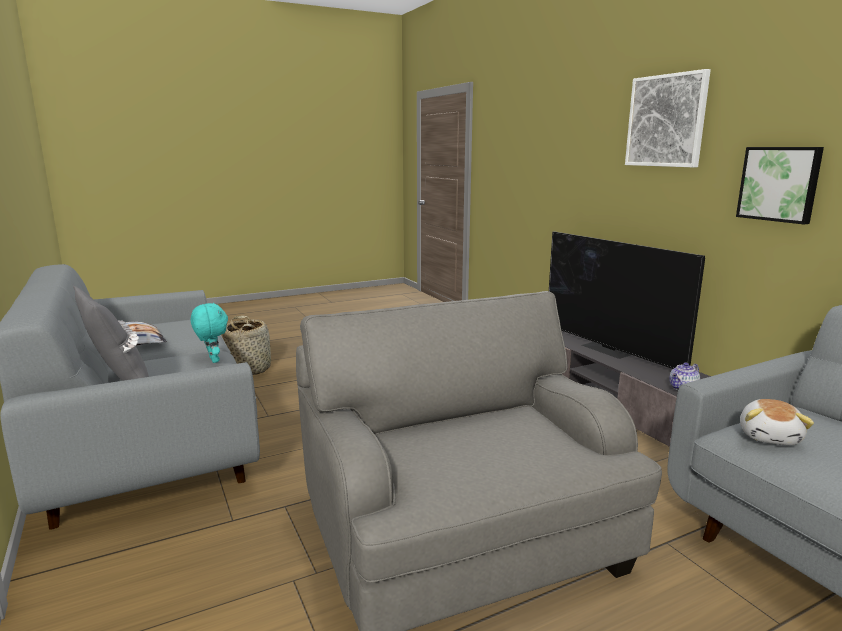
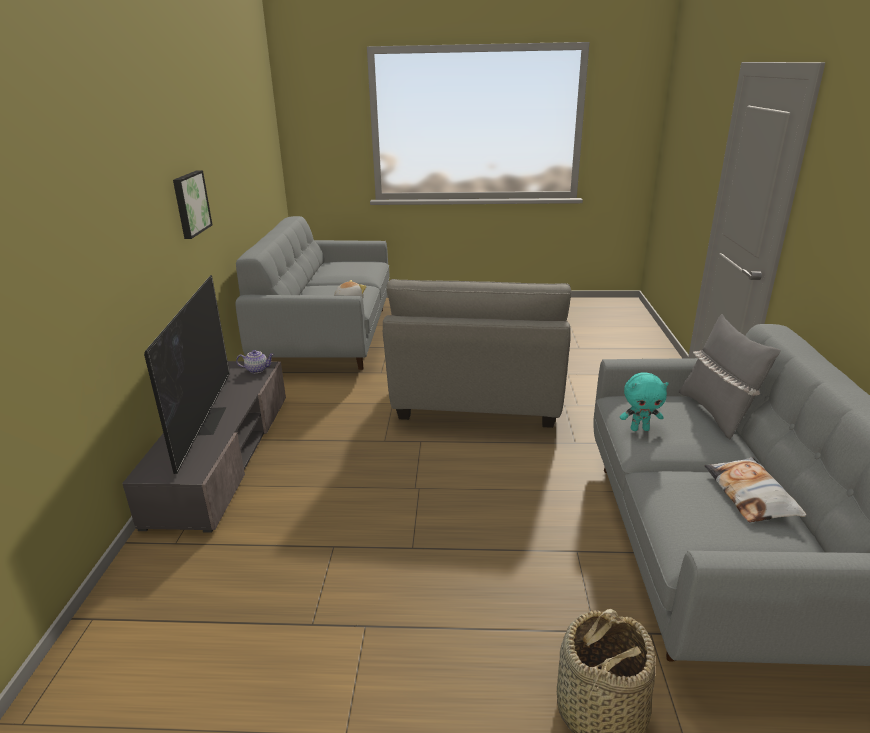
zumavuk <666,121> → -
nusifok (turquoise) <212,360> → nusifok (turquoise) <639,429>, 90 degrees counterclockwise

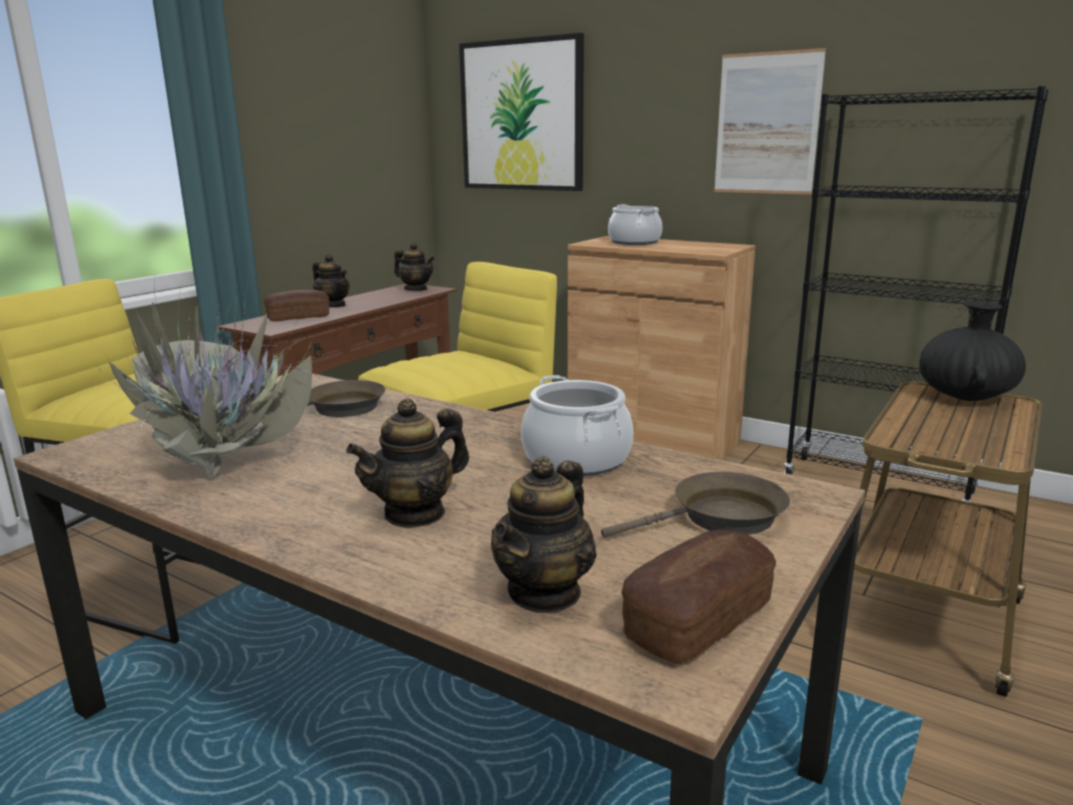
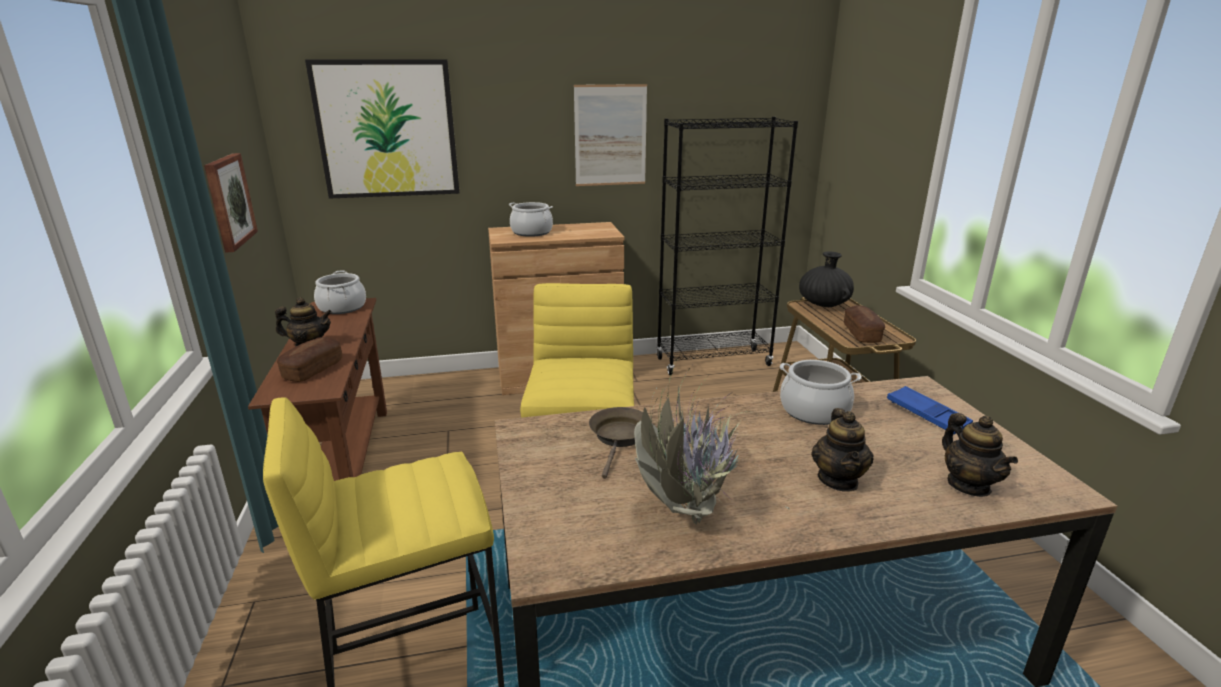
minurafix <416,289> → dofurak <342,307>
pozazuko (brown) <720,518> → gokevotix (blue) <927,415>
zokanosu <698,620> → zokanosu <861,333>, shifted
- → zumavuk <228,201>

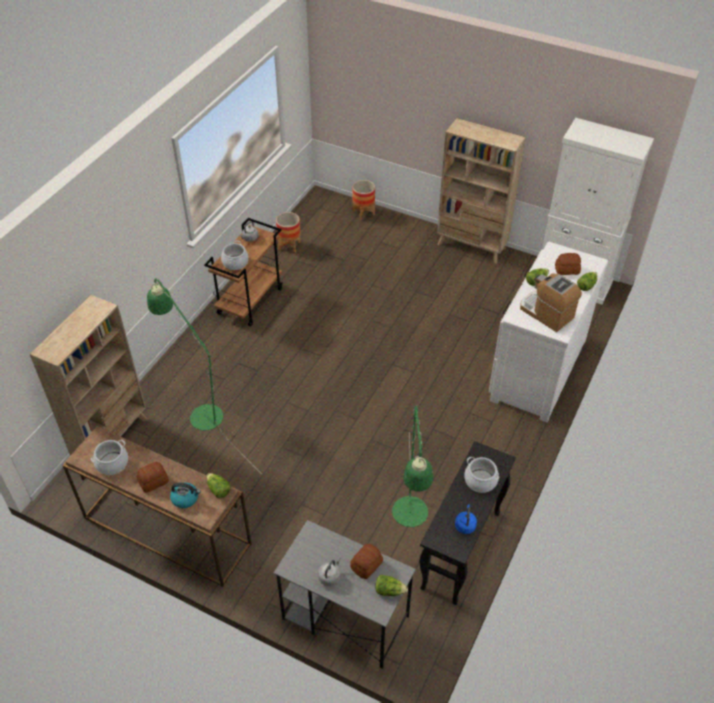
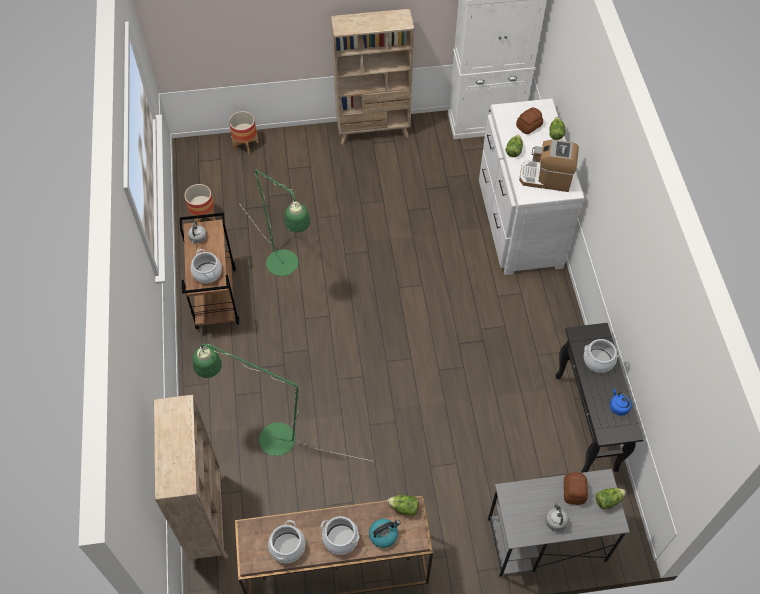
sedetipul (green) <410,520> → sedetipul (green) <287,268>, shifted
zokanosu <153,481> → dofurak <340,539>

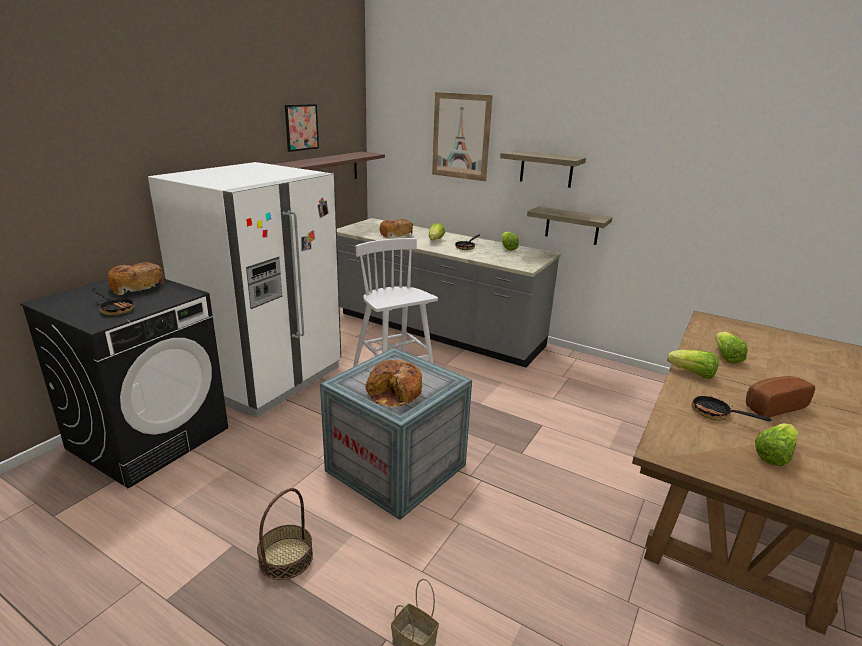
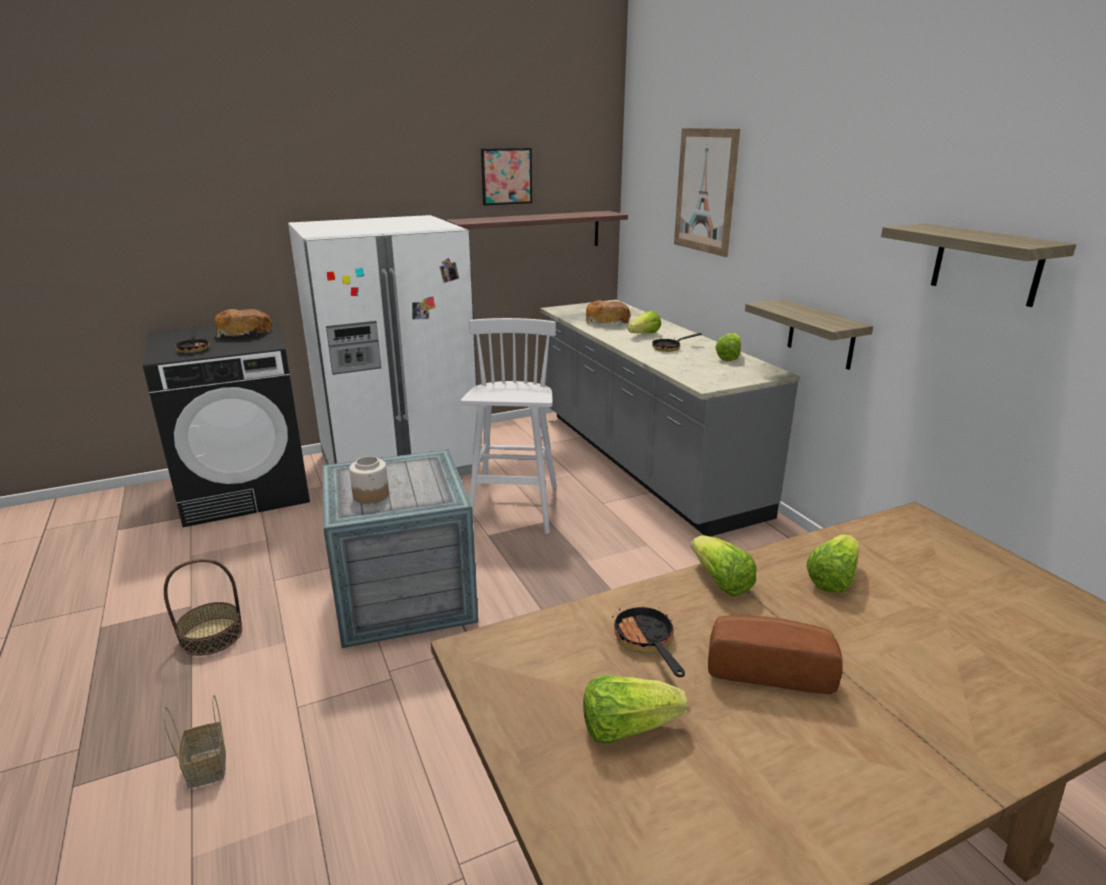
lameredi <546,169> → lameredi <986,264>, shifted
zokanosu <395,393> → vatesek <371,495>

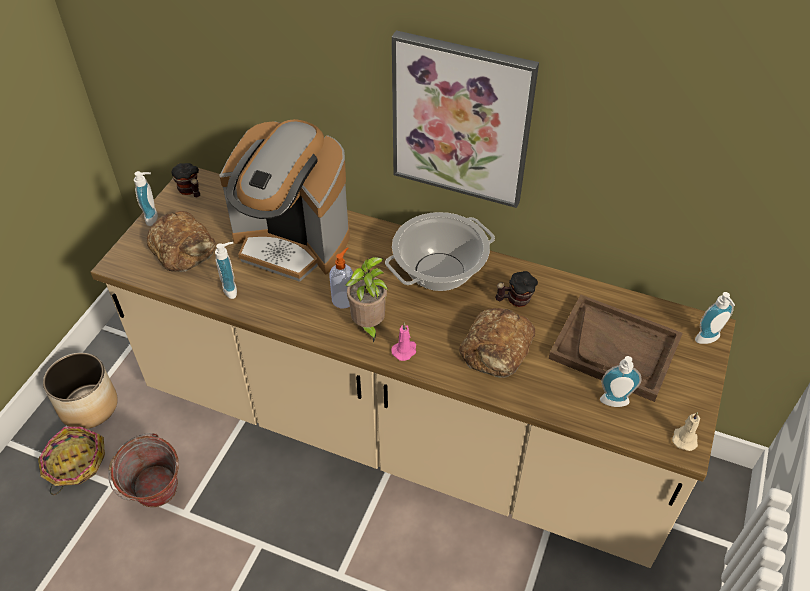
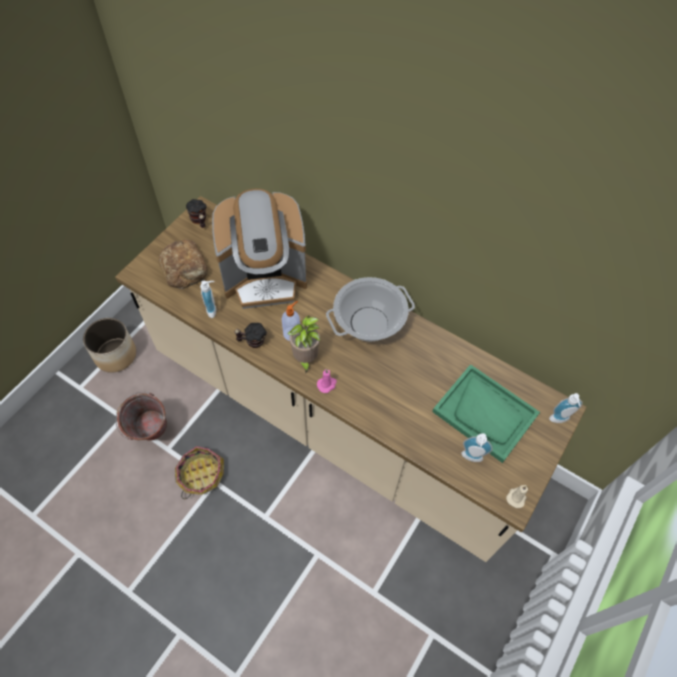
zumavuk <461,120> → -
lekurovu <292,242> → lekurovu <265,278>, 45 degrees counterclockwise
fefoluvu <154,217> → -
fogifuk <514,300> → fogifuk <252,341>, shifted
gokevotix (brown) <615,349> → gokevotix (green) <485,413>
zokanosu <497,348> → -
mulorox <75,464> → mulorox <200,475>, shifted

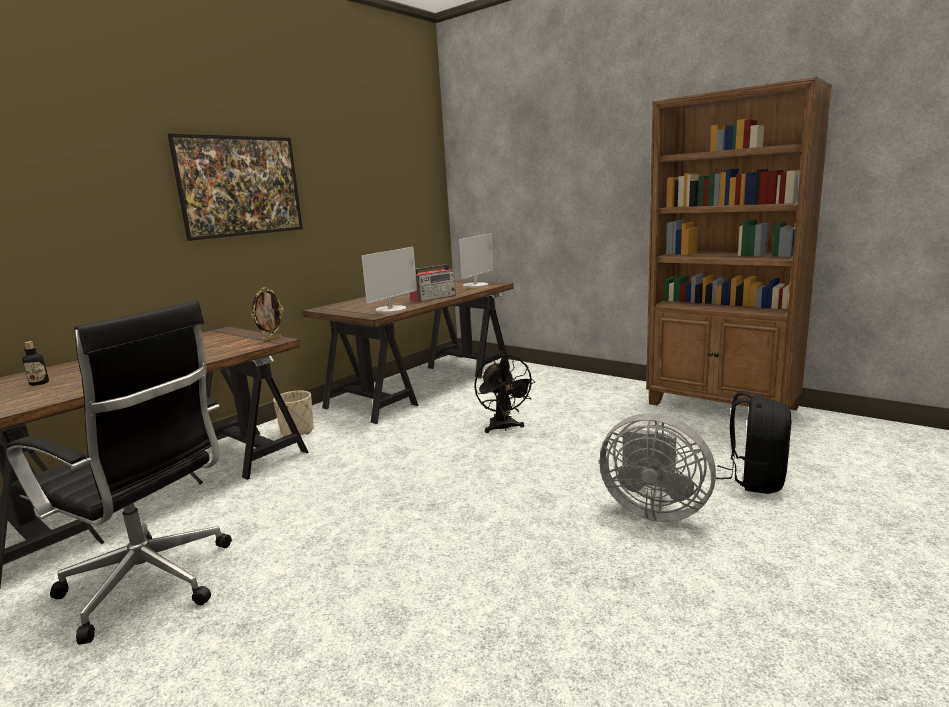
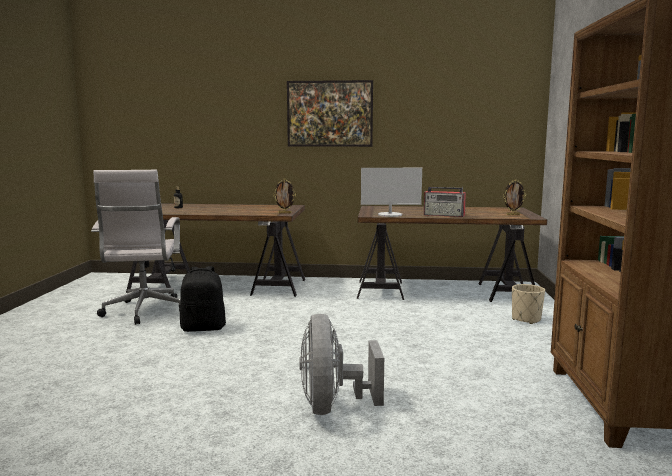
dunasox <476,285> → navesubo <513,215>
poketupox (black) <153,585> → poketupox (white) <144,312>
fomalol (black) <503,428> → -
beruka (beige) <297,431> → beruka (beige) <526,319>, shifted
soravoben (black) <754,480> → soravoben (black) <203,328>, shifted

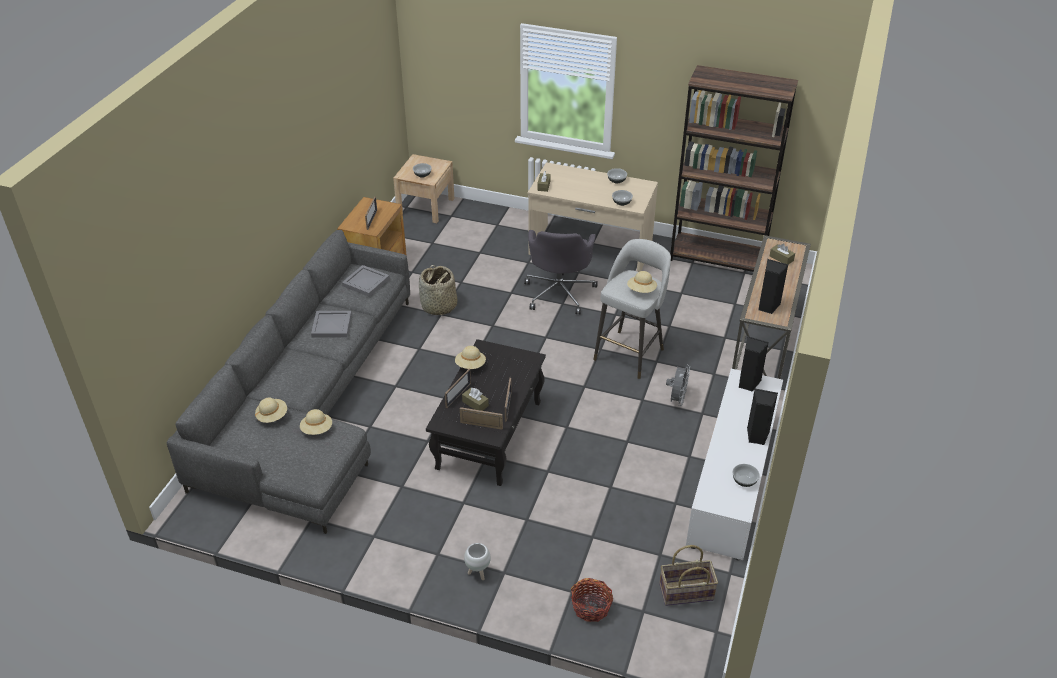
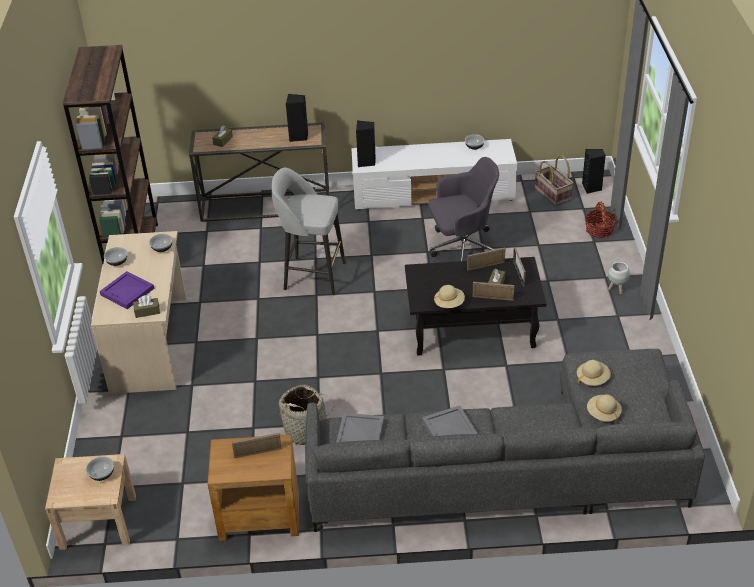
poketupox (grey) <559,292> → poketupox (grey) <462,249>, shifted
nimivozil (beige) <641,290> → -
fomalol (grey) <676,399> → -
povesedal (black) <757,436> → povesedal (black) <592,188>, shifted
- → gokevotix (purple) <127,292>

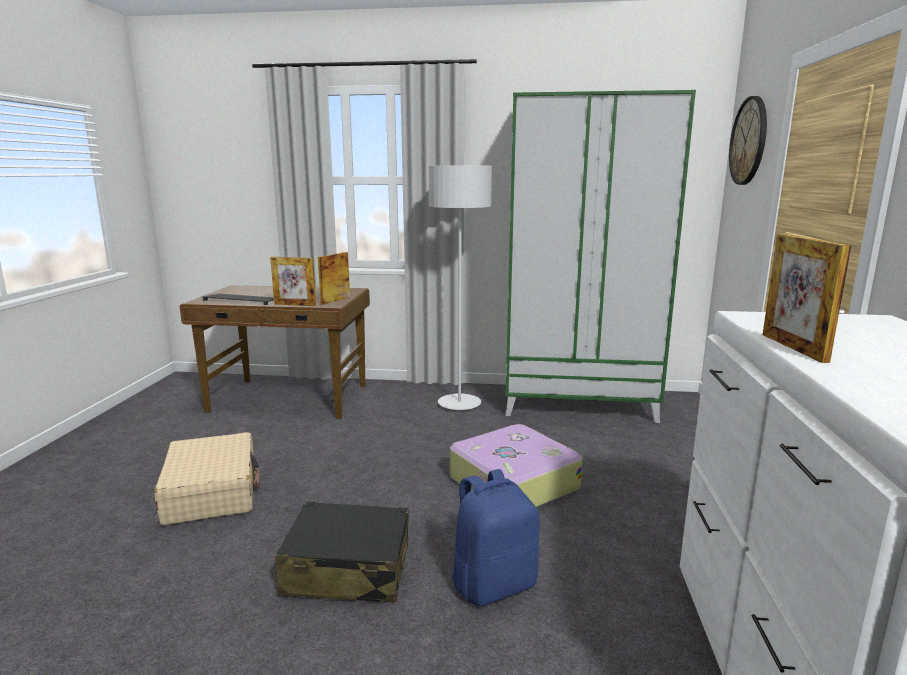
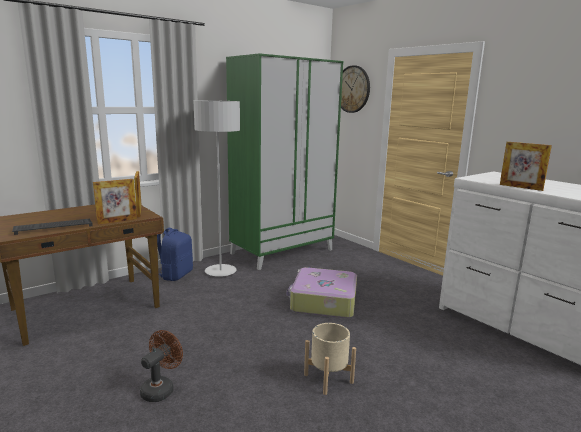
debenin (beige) <212,492> → fomalol (brown) <161,388>
soravoben (blue) <493,584> → soravoben (blue) <175,275>, shifted
debenin (black) <347,569> → beruka (beige) <328,378>

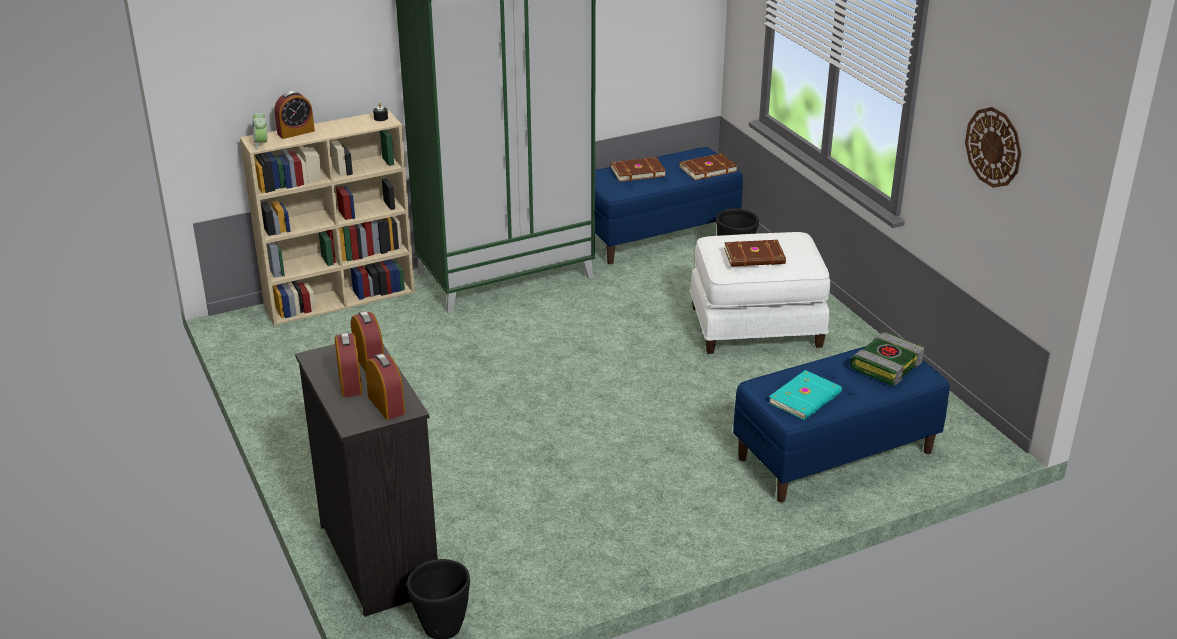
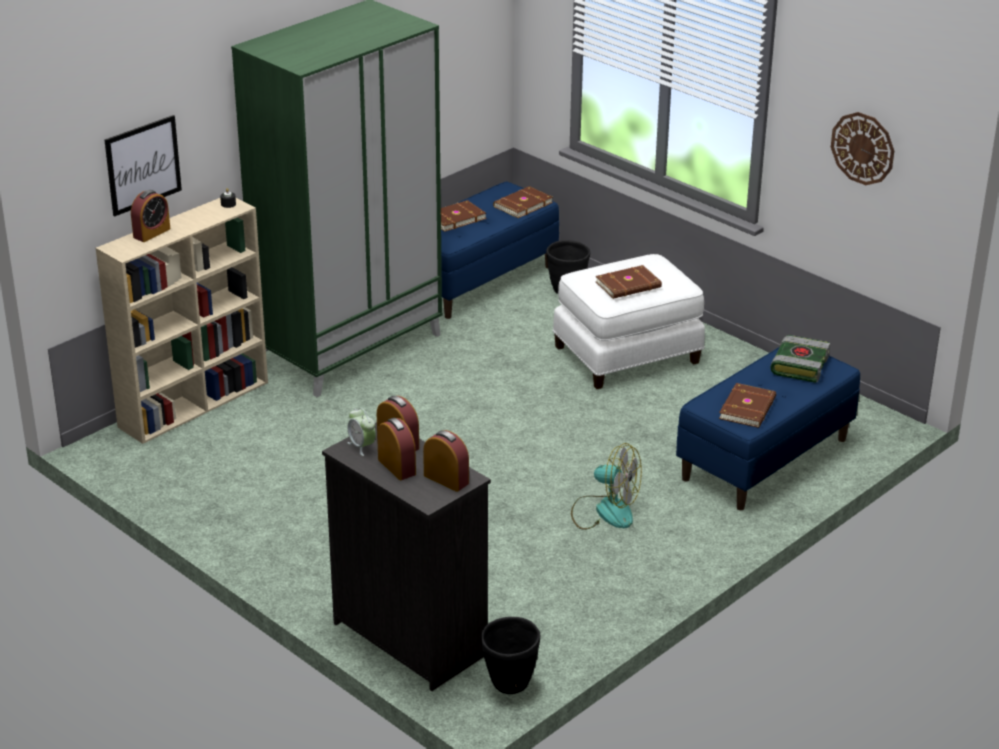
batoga <261,144> → batoga <362,446>, shifted
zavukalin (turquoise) <806,398> → zavukalin (brown) <748,408>
- → zumavuk <143,165>
- → fomalol <605,511>

